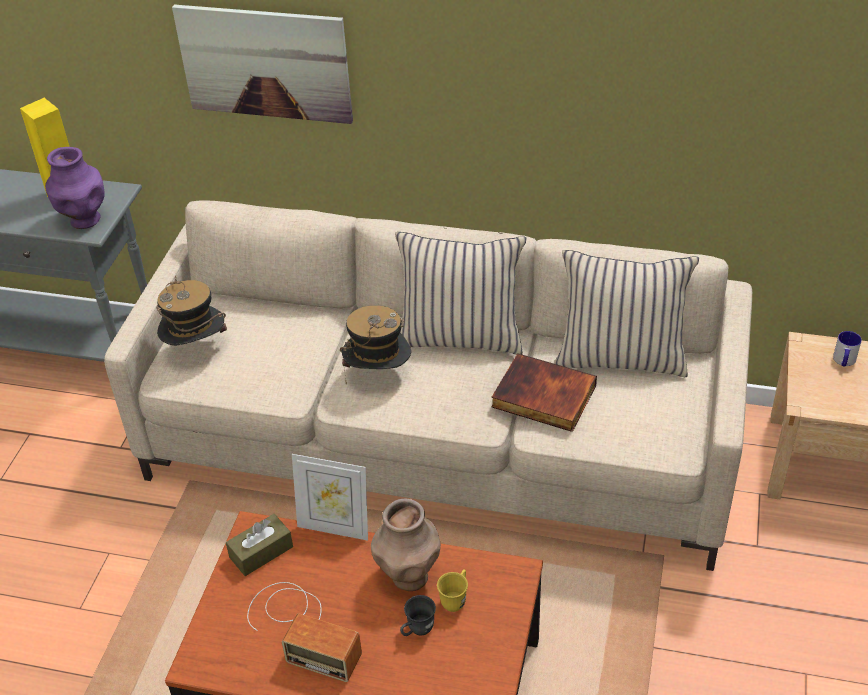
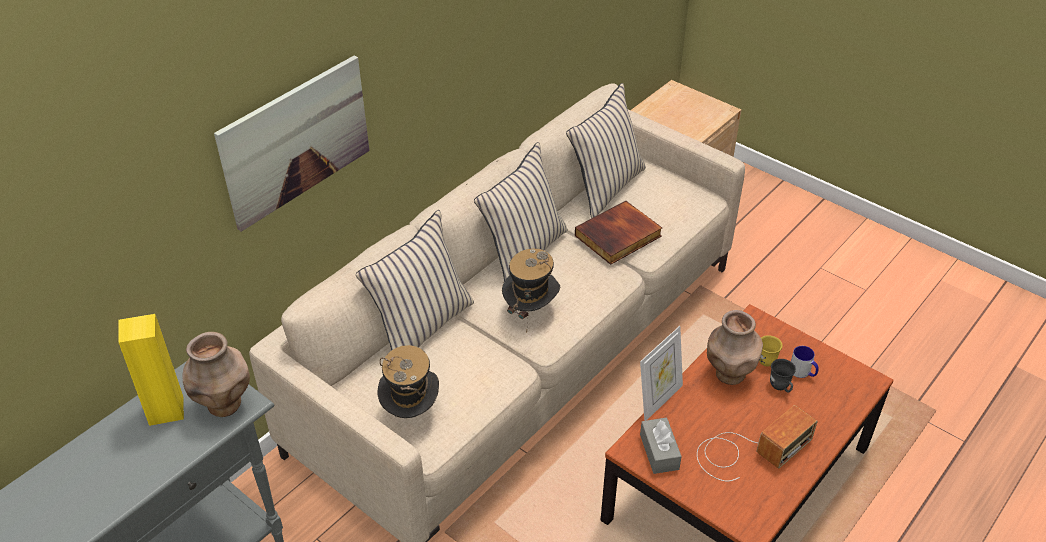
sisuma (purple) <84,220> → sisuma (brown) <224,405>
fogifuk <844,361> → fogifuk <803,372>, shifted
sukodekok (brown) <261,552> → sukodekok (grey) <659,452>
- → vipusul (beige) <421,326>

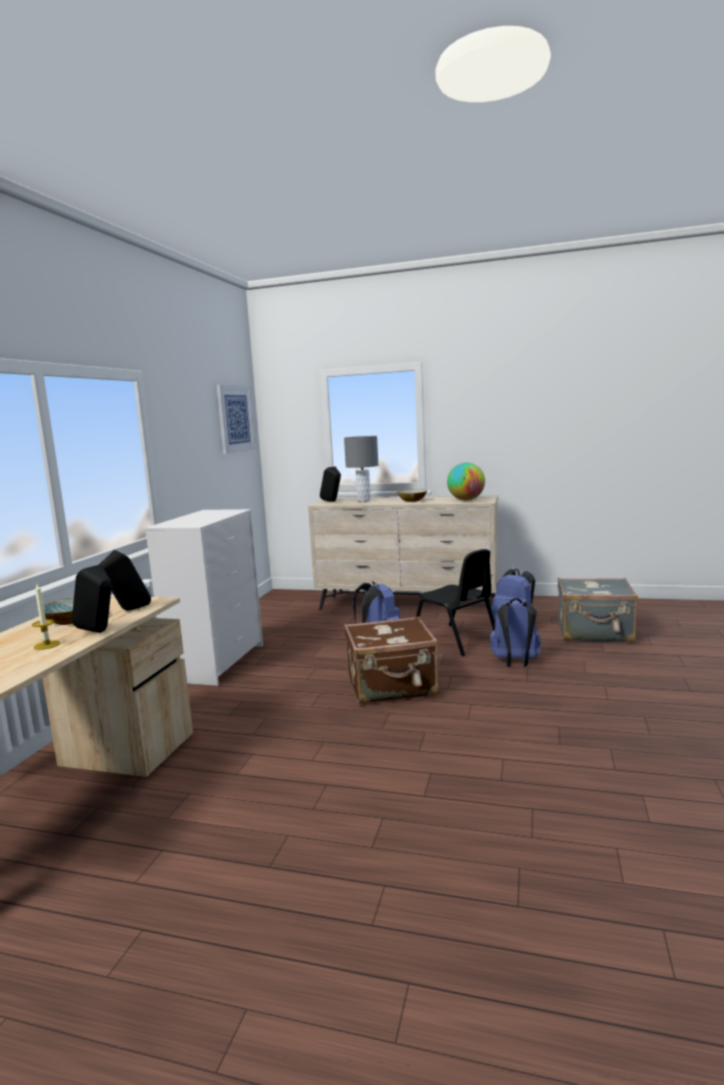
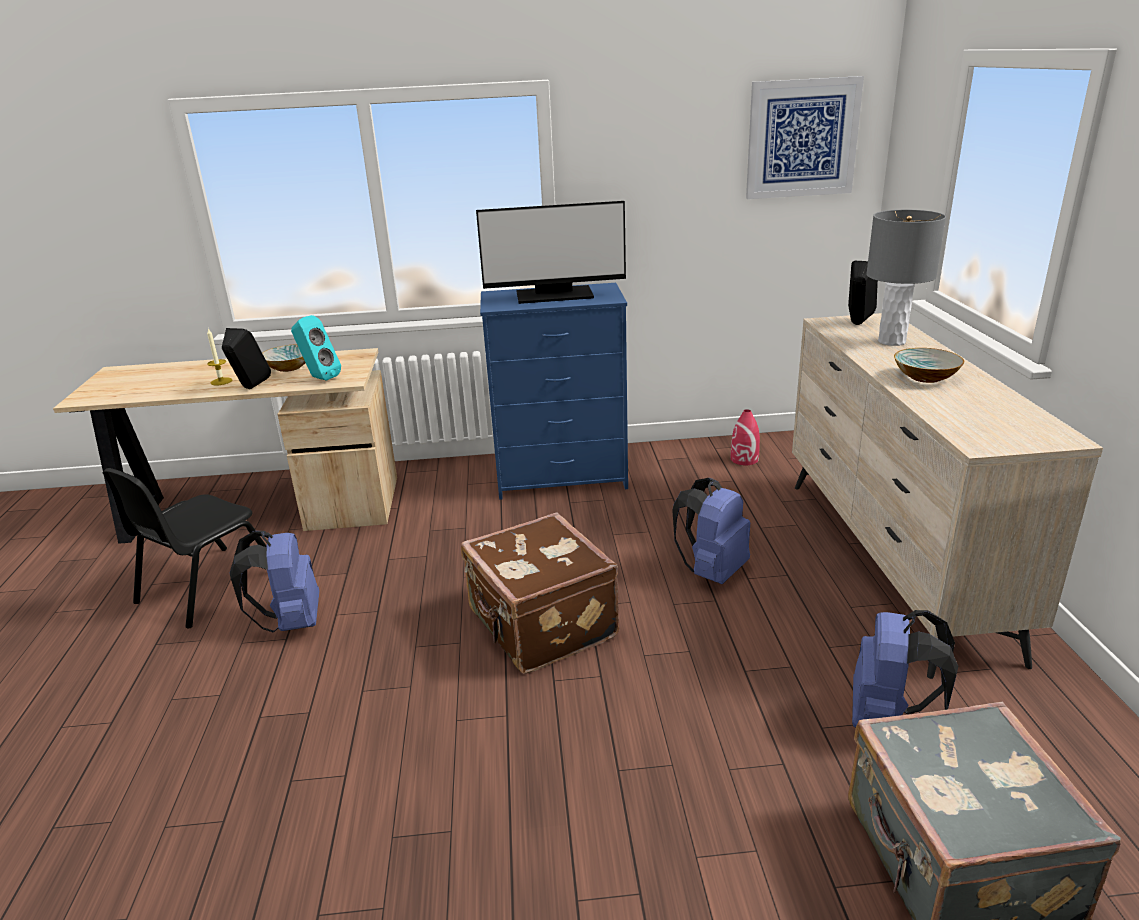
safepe <466,500> → -
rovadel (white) <217,662> → rovadel (blue) <562,477>
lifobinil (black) <455,640> → lifobinil (black) <208,586>, shifted
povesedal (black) <128,610> → povesedal (turquoise) <319,378>
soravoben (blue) <515,663> → soravoben (blue) <291,622>, shifted
- → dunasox <554,295>
- → sisuma (red) <744,459>

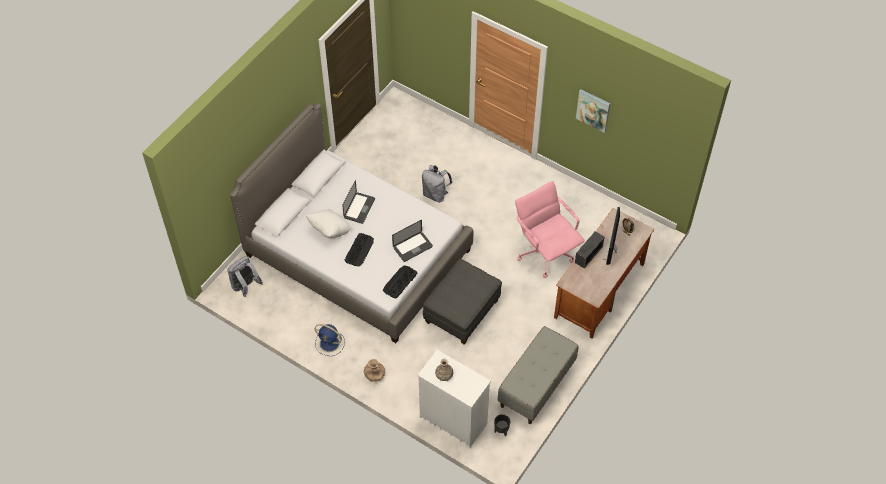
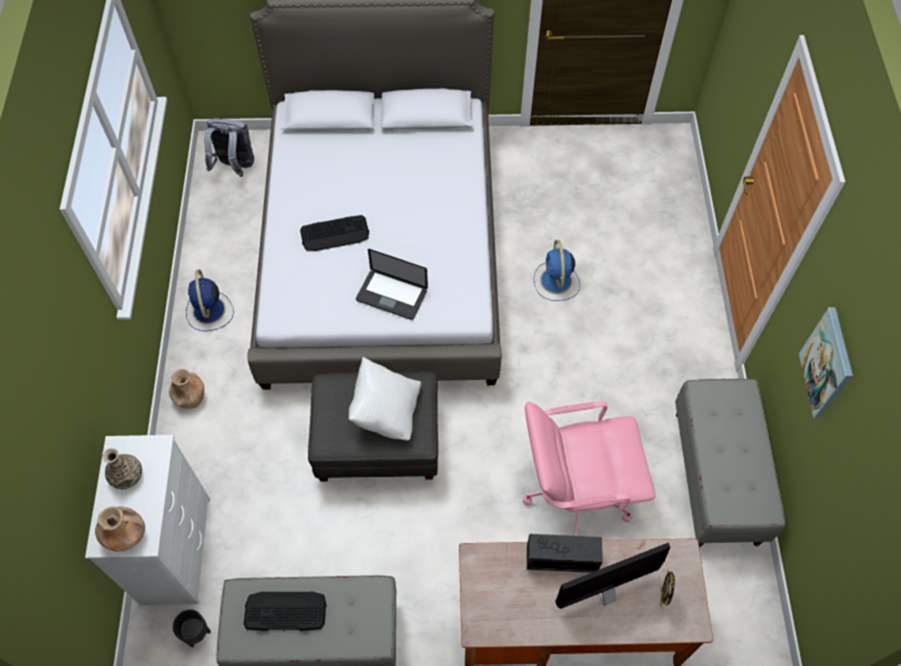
soravoben (grey) <435,194> → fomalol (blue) <556,282>
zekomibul <359,208> → -
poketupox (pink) <545,252> → poketupox (pink) <576,493>, 120 degrees counterclockwise
vipusul (white) <329,231> → vipusul (white) <386,411>, shifted
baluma <399,282> → baluma <285,611>, shifted
- → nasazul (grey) <716,477>
- → sisuma (brown) <126,535>

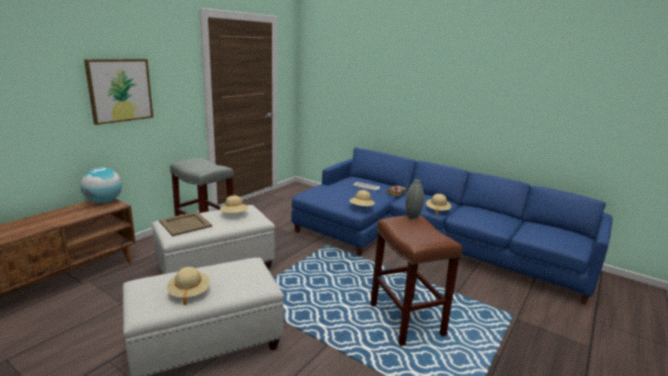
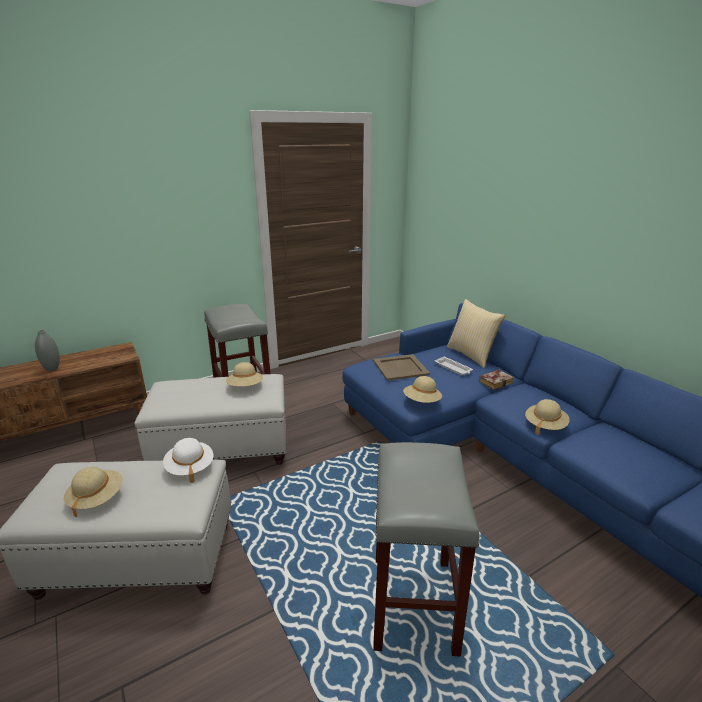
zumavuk <120,90> → -
safepe <104,201> → -
sisuma (grey) <412,217> → sisuma (grey) <52,369>, shifted
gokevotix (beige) <186,224> → gokevotix (beige) <401,367>, shifted
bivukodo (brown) <407,320> → bivukodo (grey) <414,604>
- → vipusul <471,355>
- → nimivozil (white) <190,467>

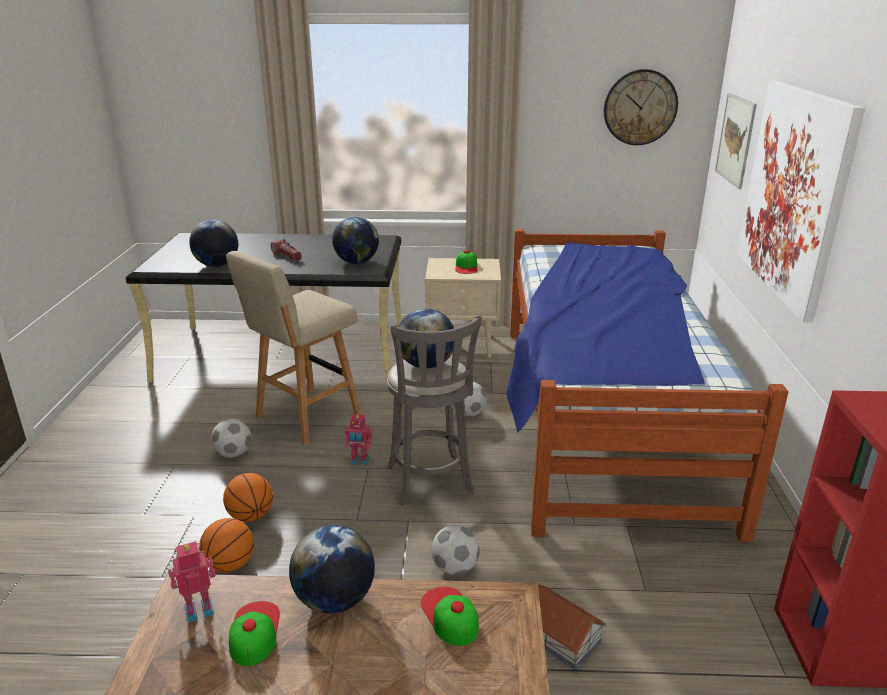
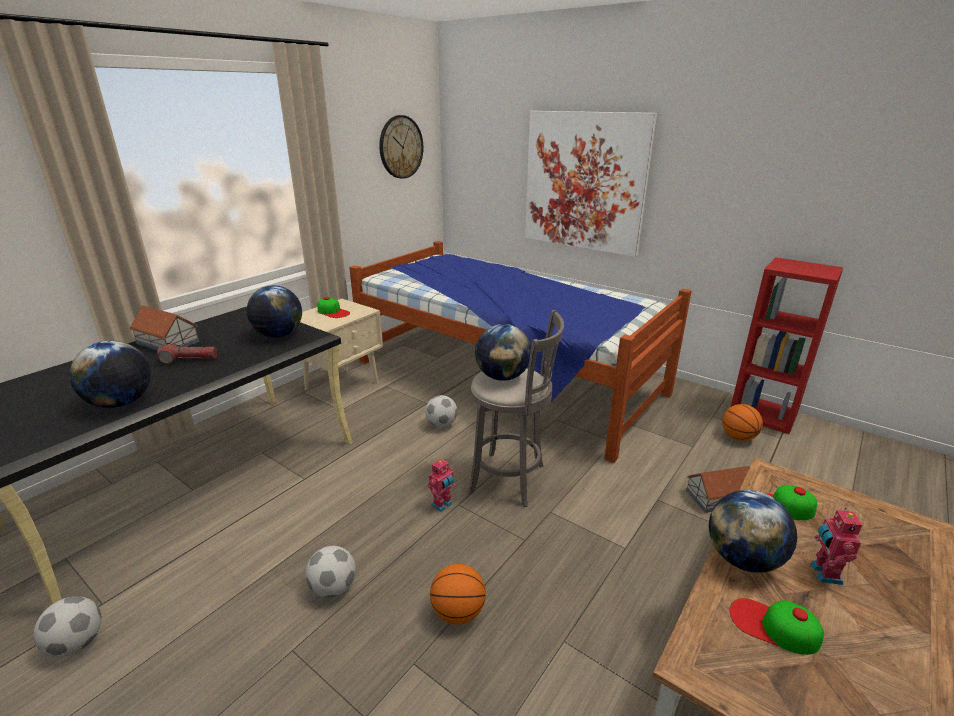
zumavuk <735,140> → -
bivukodo (beige) <305,417> → -
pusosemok <230,565> → pusosemok <738,437>, shifted
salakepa <455,568> → salakepa <77,643>, shifted
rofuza <199,609> → rofuza <823,573>, shifted
- → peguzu <167,342>

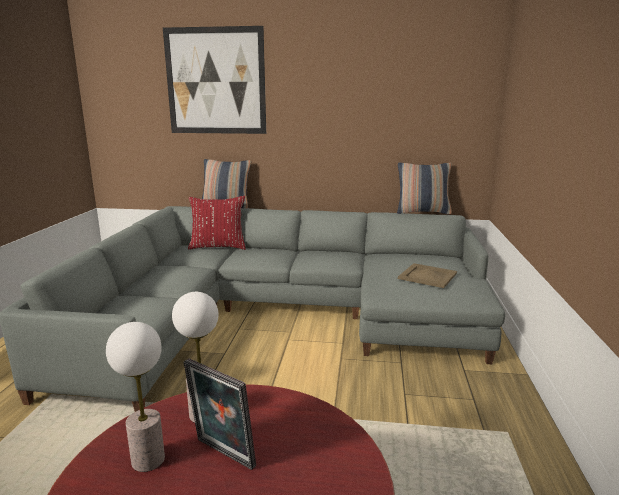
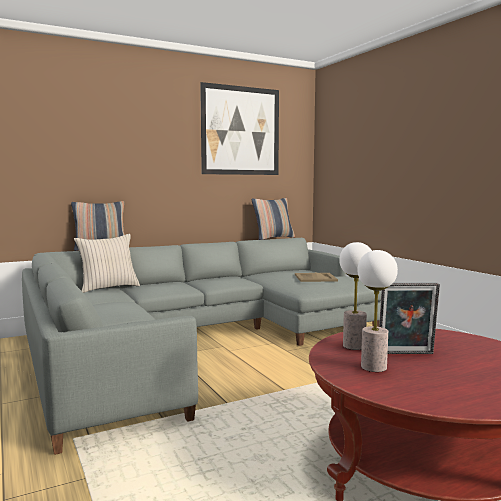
zumavuk <215,81> → zumavuk <241,131>, shifted
vipusul (red) <218,247> → vipusul (beige) <108,288>

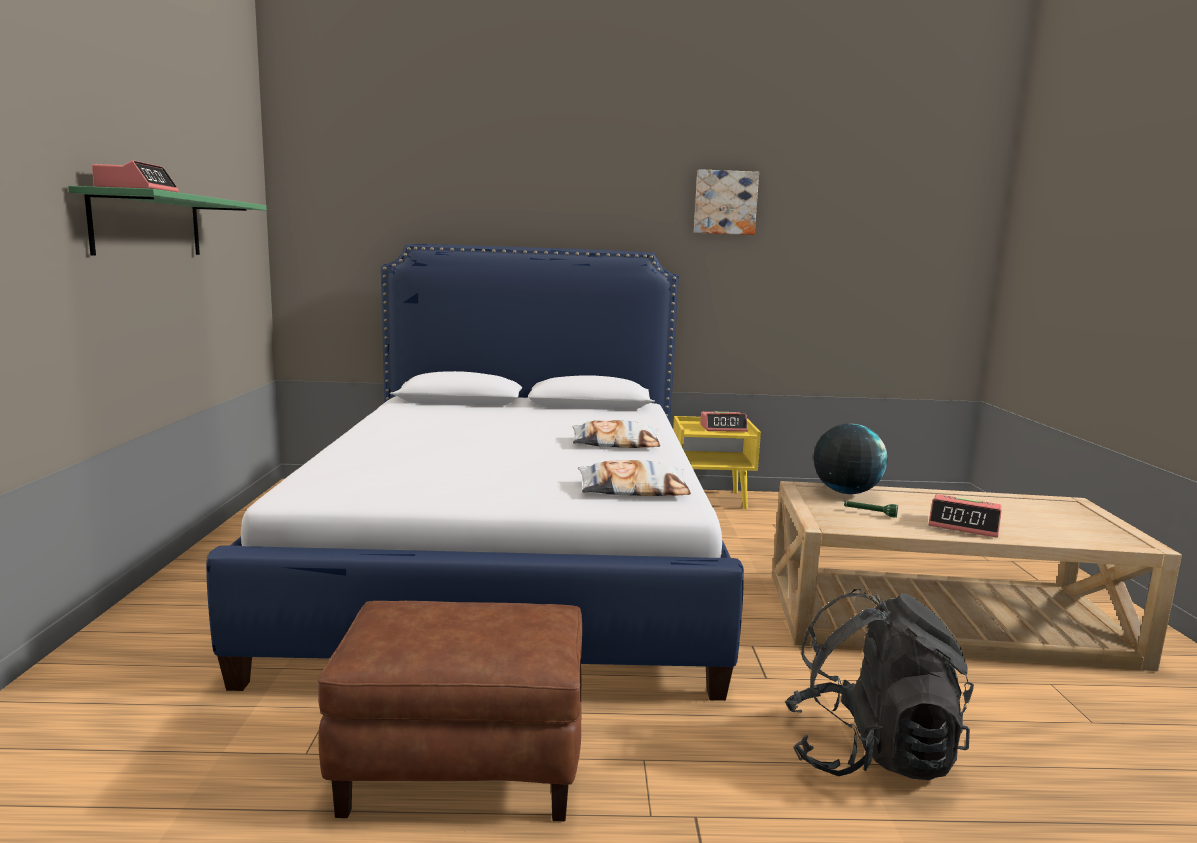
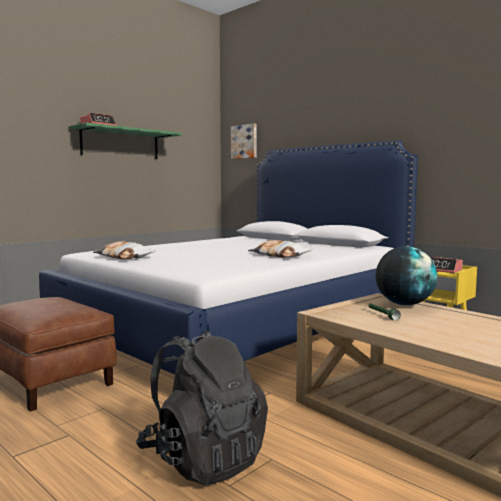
zumavuk <725,202> → zumavuk <244,142>, shifted
vipusul <633,490> → vipusul <124,257>, shifted
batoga <964,525> → -

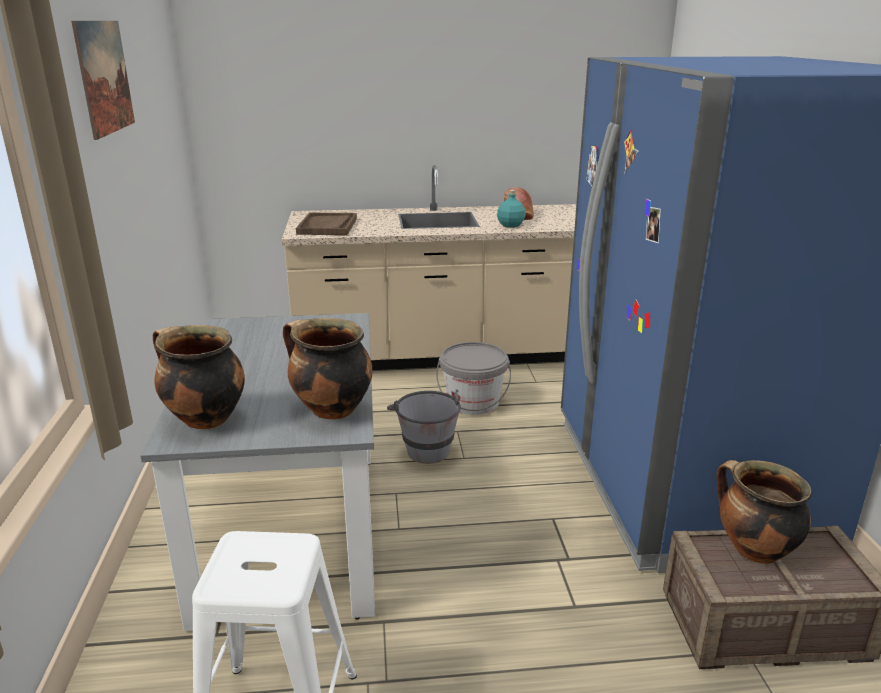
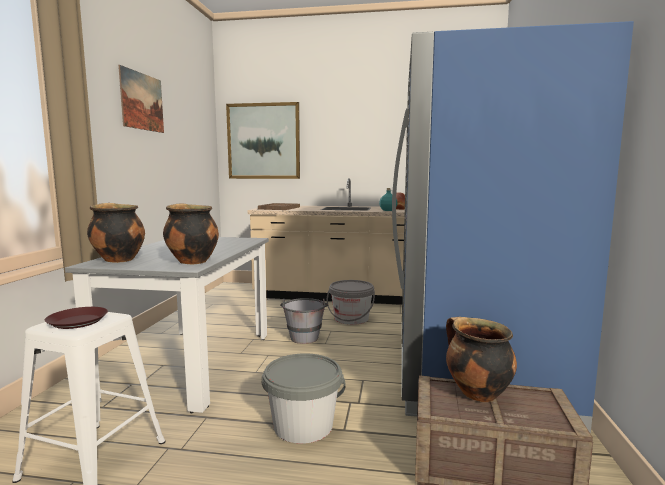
- → zumavuk <263,141>
- → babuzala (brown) <78,322>
- → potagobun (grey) <303,425>

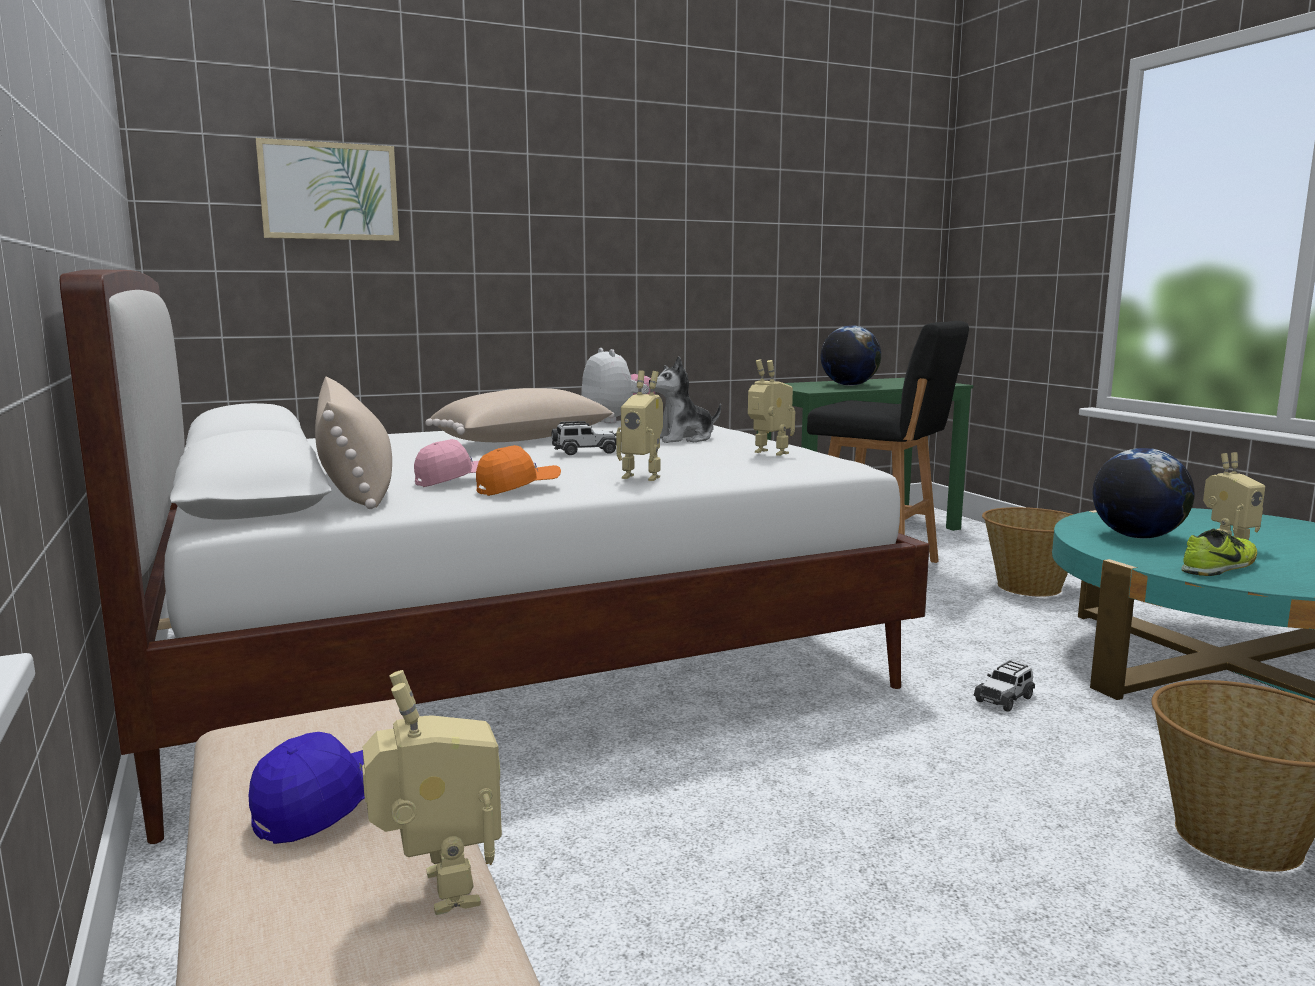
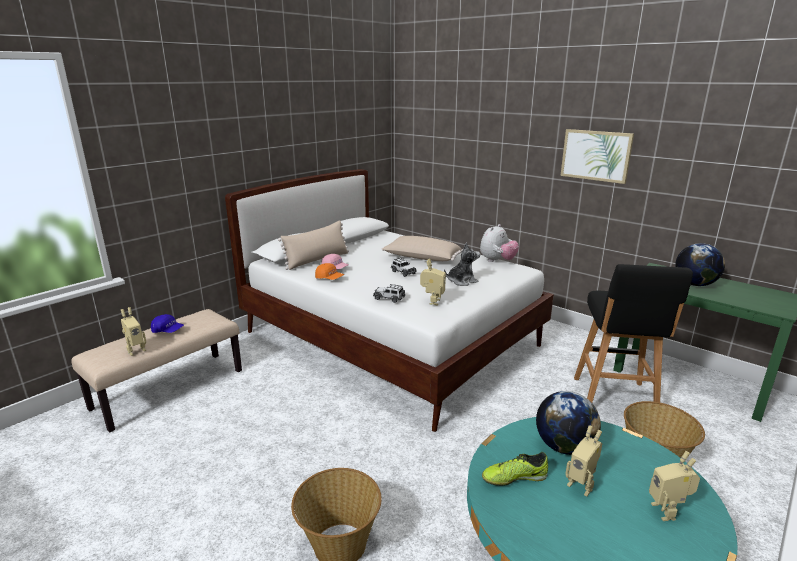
zumavuk <329,191> → zumavuk <596,155>, shifted
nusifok <684,439> → nusifok <461,281>, 120 degrees clockwise
rofuza <643,476> → rofuza <667,511>, shifted
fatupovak <1220,567> → fatupovak <514,477>, 135 degrees clockwise
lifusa <1004,699> → lifusa <389,298>, shifted

